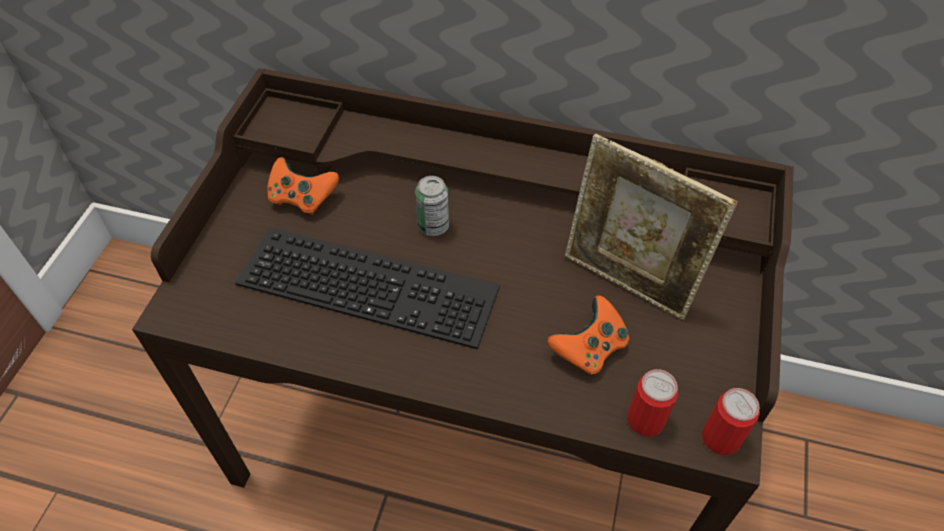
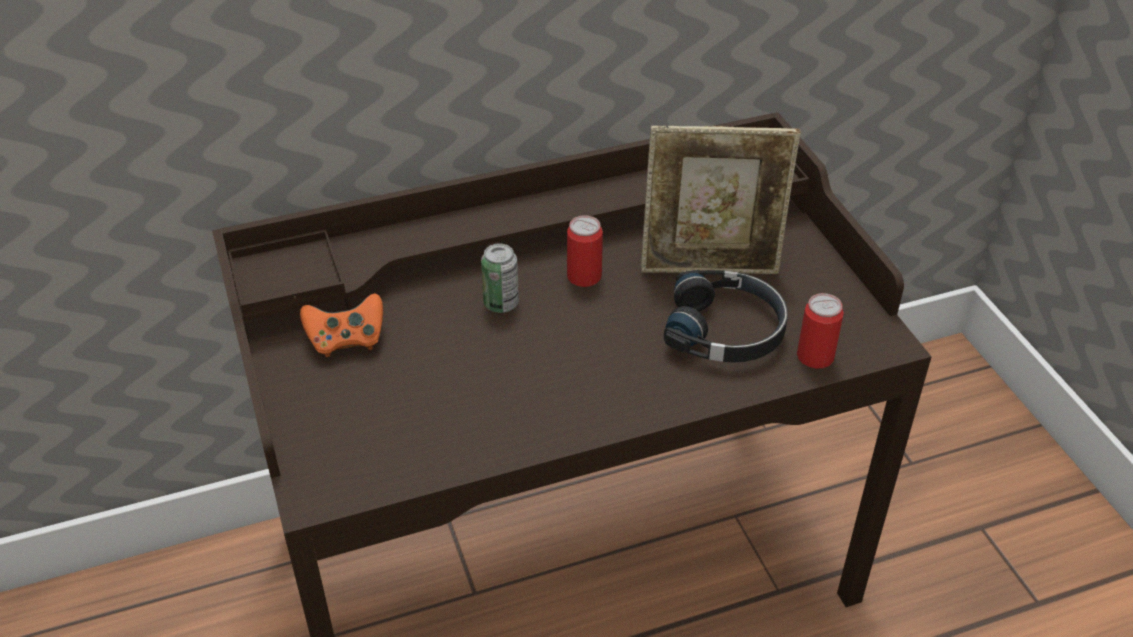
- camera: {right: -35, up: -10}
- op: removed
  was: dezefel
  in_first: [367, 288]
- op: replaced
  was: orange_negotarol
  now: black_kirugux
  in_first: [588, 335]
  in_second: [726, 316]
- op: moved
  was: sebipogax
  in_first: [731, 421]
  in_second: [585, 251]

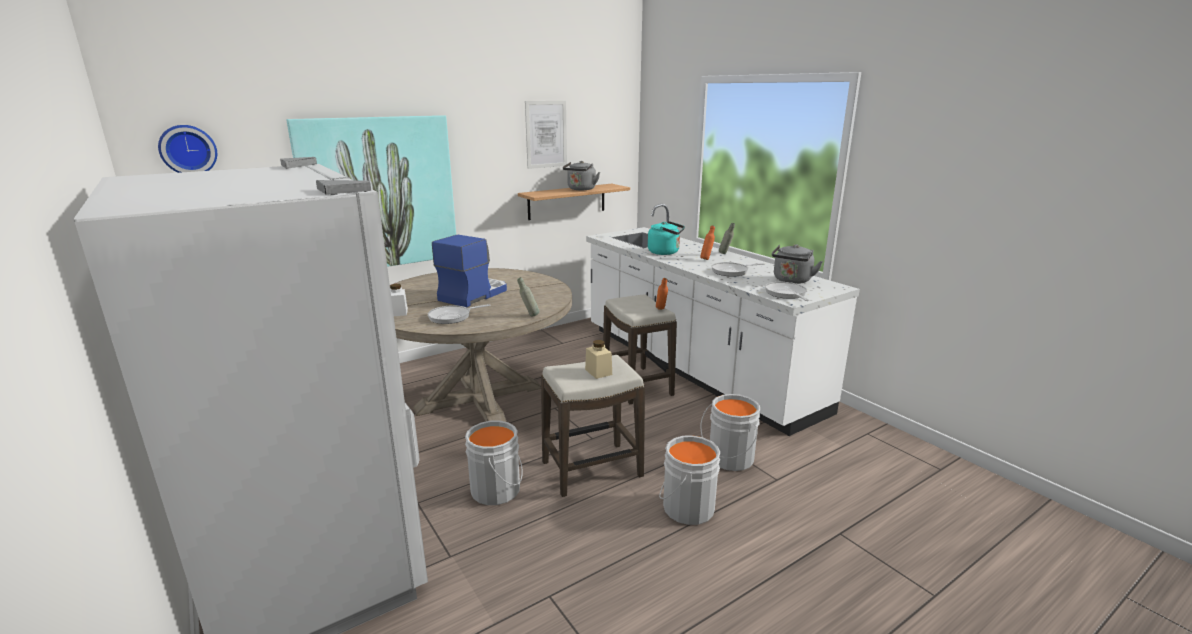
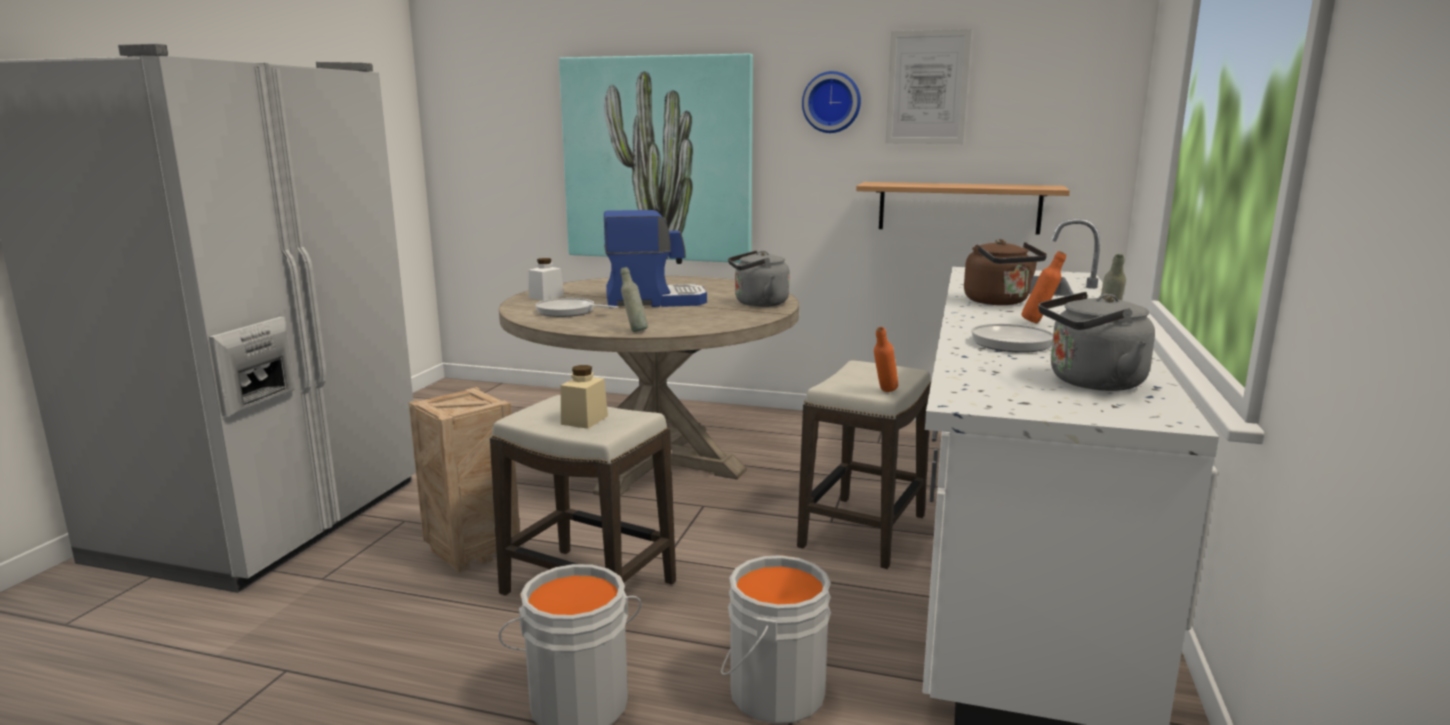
- camera: {right: 50, up: -5}
- op: moved
  was: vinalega
  in_first: [187, 149]
  in_second: [831, 102]
- op: moved
  was: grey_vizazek
  in_first: [581, 175]
  in_second: [759, 278]
- op: recoloured
  was: turquoise_vizazek
  now: brown_vizazek
  in_first: [666, 238]
  in_second: [1005, 272]
- op: removed
  was: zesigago
  in_first: [787, 291]
- op: replaced
  was: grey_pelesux
  now: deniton
  in_first: [494, 462]
  in_second: [464, 480]

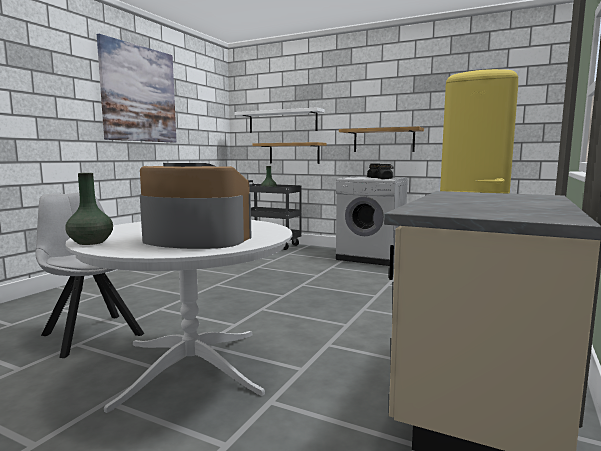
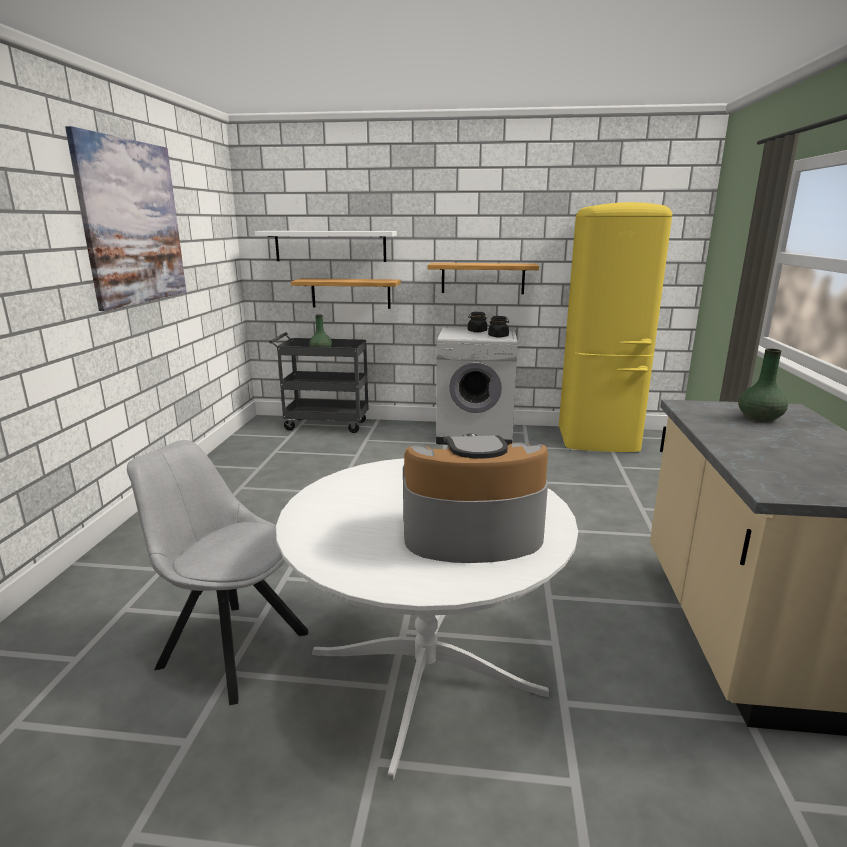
- camera: {right: -20, up: 10}
- op: moved
  was: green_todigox
  in_first: [89, 209]
  in_second: [763, 385]

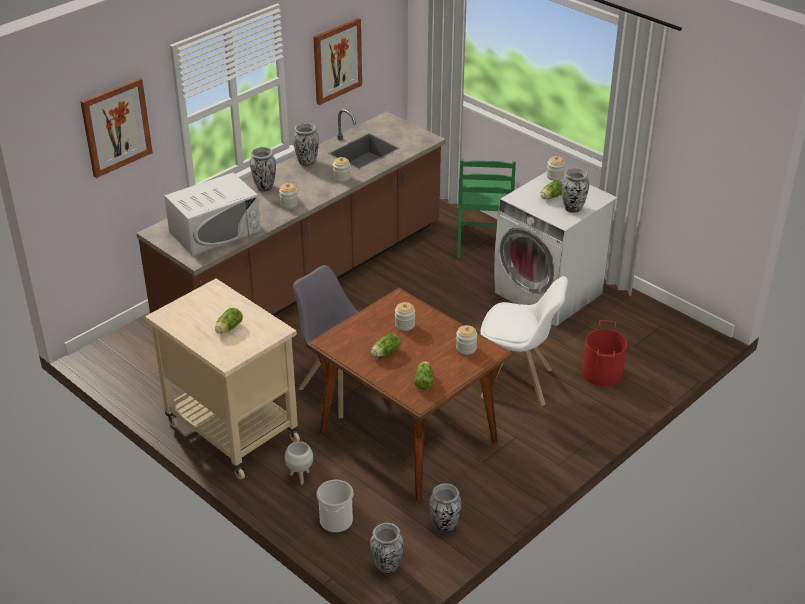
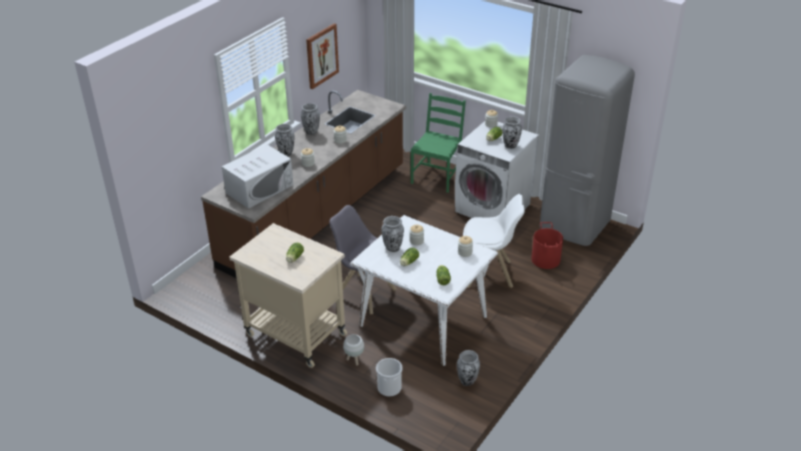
- camera: {right: -10, up: 0}
- op: removed
  was: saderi
  in_first: [116, 128]
- op: turned
  was: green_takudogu
  in_first: [486, 208]
  in_second: [438, 143]
  clockwise: -150
- op: recoloured
  was: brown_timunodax
  now: white_timunodax
  in_first: [409, 394]
  in_second: [424, 290]
- op: moved
  was: todigox
  in_first: [386, 548]
  in_second: [392, 234]
- op: added
  now: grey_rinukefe
  in_second: [587, 150]

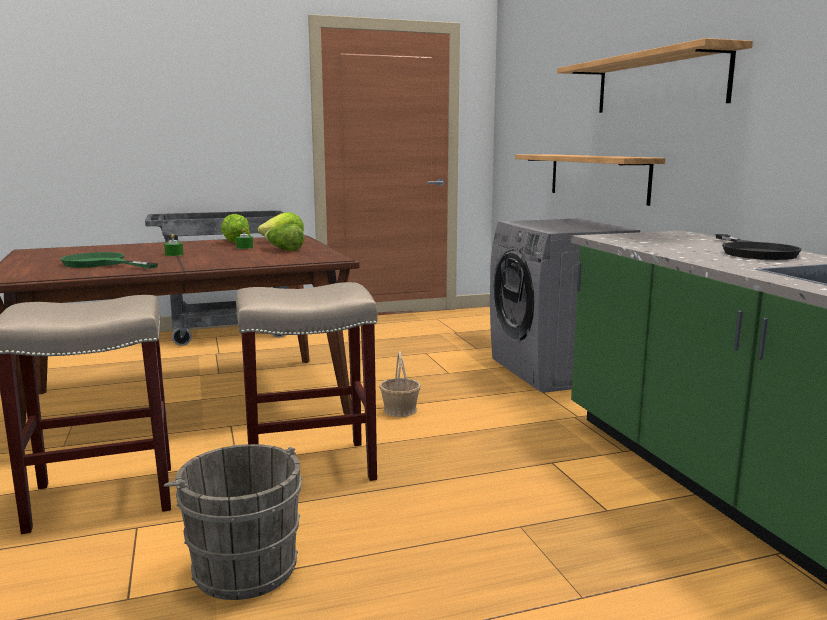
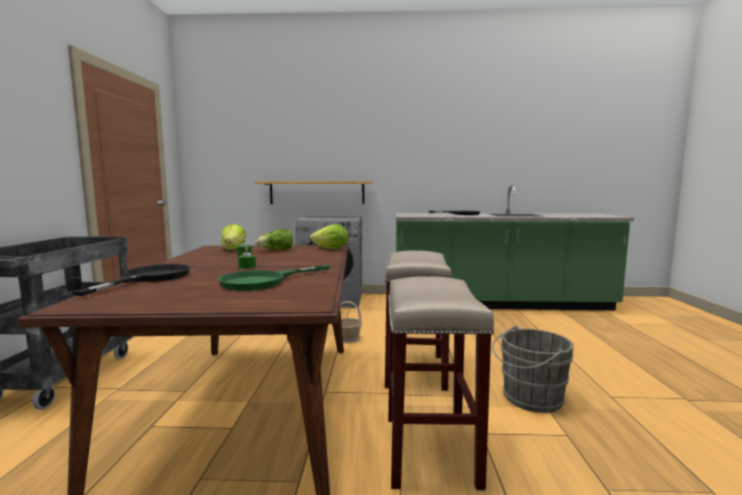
- camera: {right: -70, up: -5}
- op: removed
  was: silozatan
  in_first: [655, 75]
- op: moved
  was: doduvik
  in_first: [235, 228]
  in_second: [329, 236]
- op: added
  now: black_zesigago
  in_second: [131, 280]

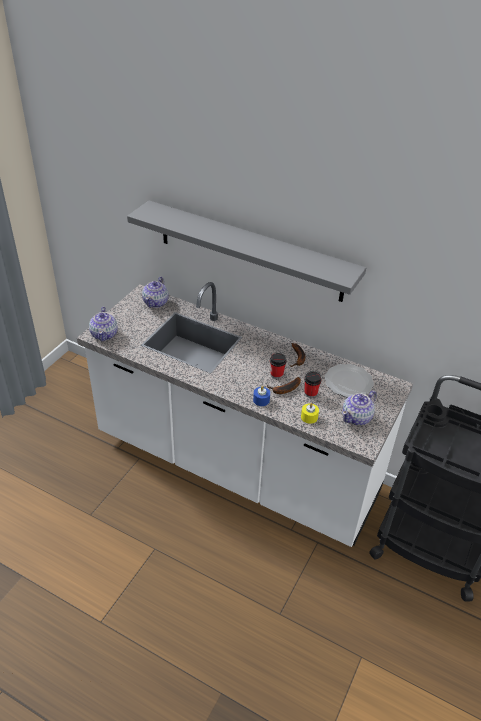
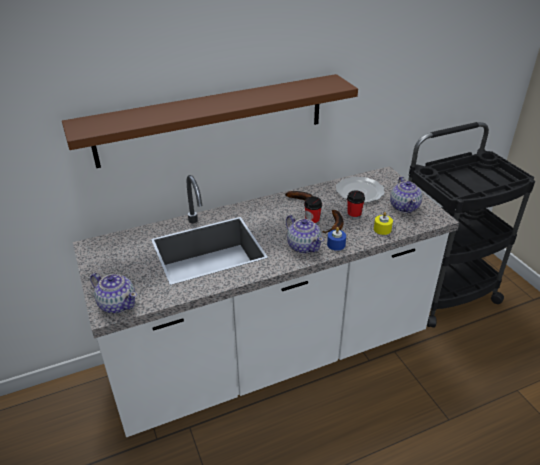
- camera: {right: -50, up: -5}
- op: recoloured
  was: grey_silozatan
  now: brown_silozatan
  in_first: [246, 251]
  in_second: [210, 121]
- op: moved
  was: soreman
  in_first: [155, 292]
  in_second: [305, 234]

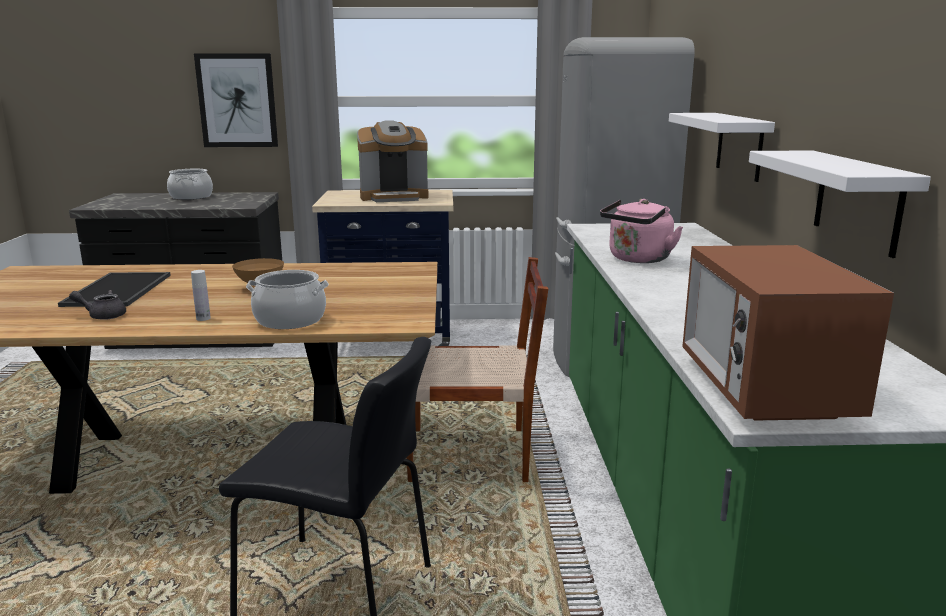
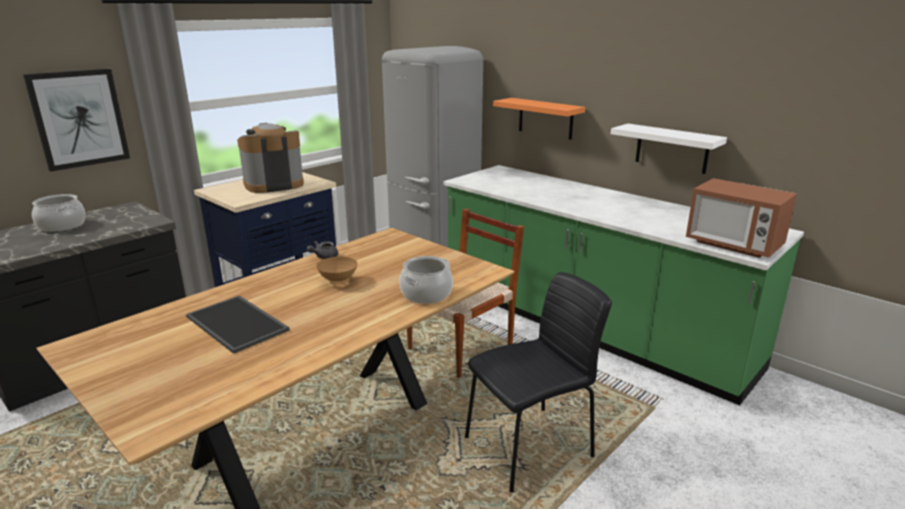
- camera: {right: -45, up: 5}
- op: recoloured
  was: white_silozatan
  now: orange_silozatan
  in_first: [722, 147]
  in_second: [539, 119]
- op: turned
  was: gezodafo
  in_first: [392, 161]
  in_second: [270, 158]
  clockwise: -150
- op: removed
  was: pink_vizazek
  in_first: [641, 231]
- op: removed
  was: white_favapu
  in_first: [201, 295]
- op: moved
  was: grey_soreman
  in_first: [97, 305]
  in_second: [322, 250]

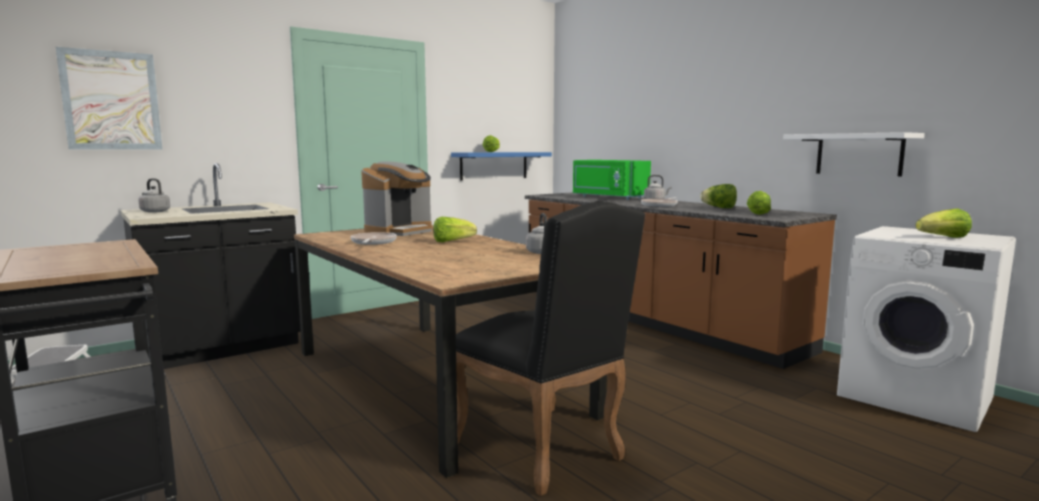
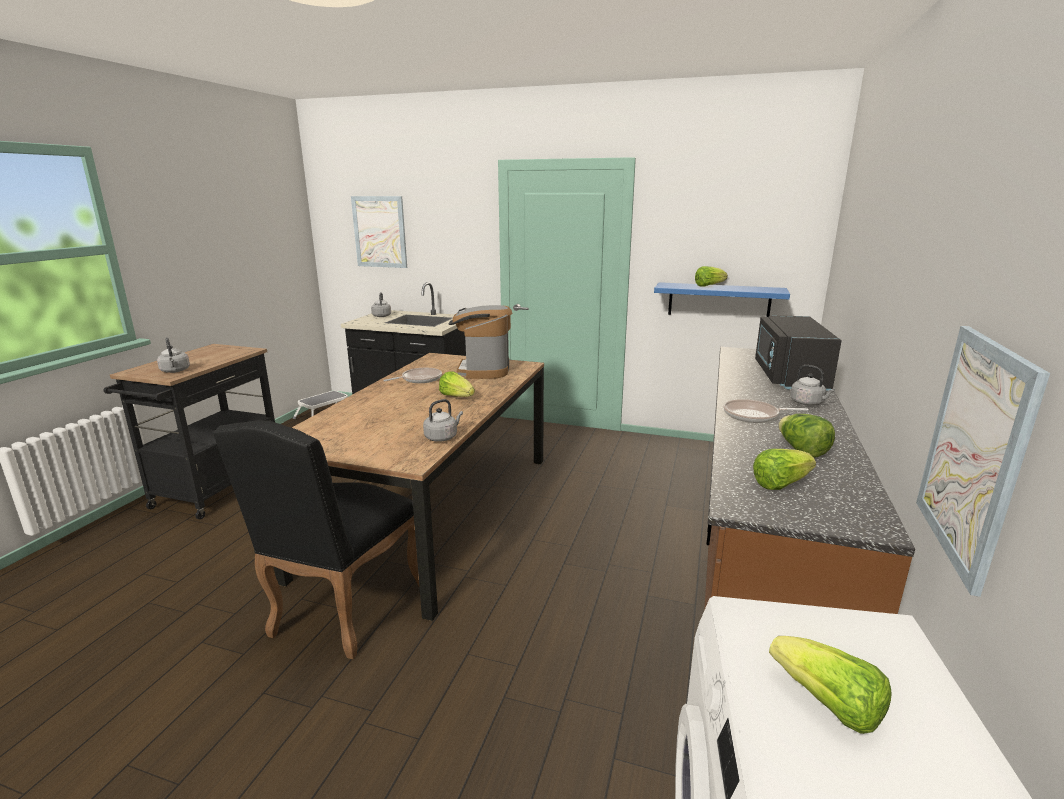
- camera: {right: 55, up: 10}
- op: replaced
  was: white_silozatan
  now: saderi
  in_first: [854, 154]
  in_second: [983, 461]
- op: recoloured
  was: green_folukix
  now: black_folukix
  in_first: [612, 180]
  in_second: [798, 353]
- op: turned
  was: gezodafo
  in_first: [396, 198]
  in_second: [480, 342]
  clockwise: 90
- op: added
  now: grey_vizazek
  in_second: [173, 355]

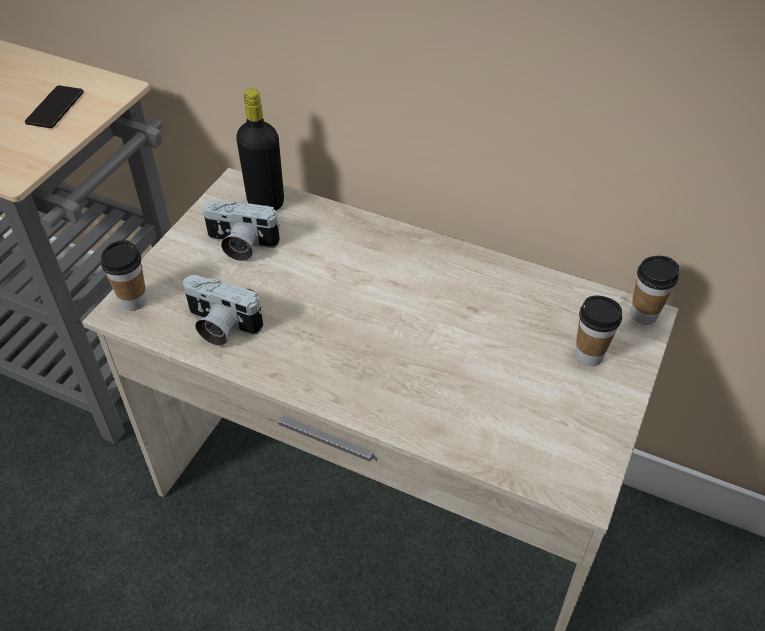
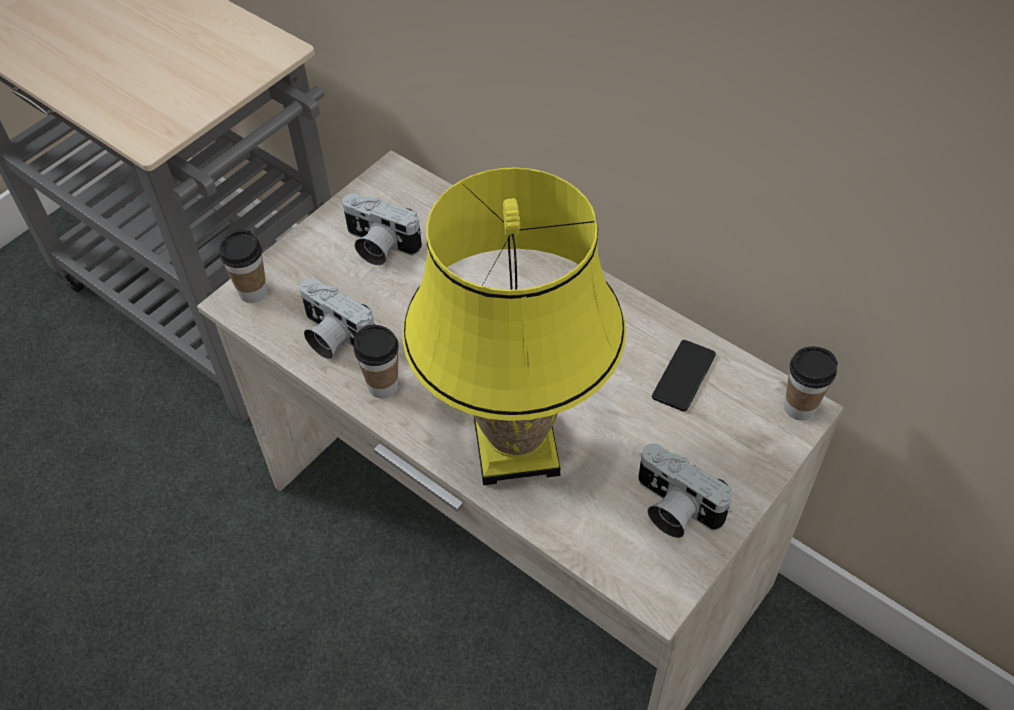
- camera: {right: 15, up: 5}
- op: moved
  was: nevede
  in_first: [54, 106]
  in_second: [684, 376]
- op: removed
  was: black_favapu
  in_first: [260, 150]
- op: moved
  was: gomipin
  in_first: [598, 331]
  in_second: [376, 361]
- op: added
  now: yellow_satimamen
  in_second: [514, 326]
- op: added
  now: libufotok
  in_second: [685, 490]

